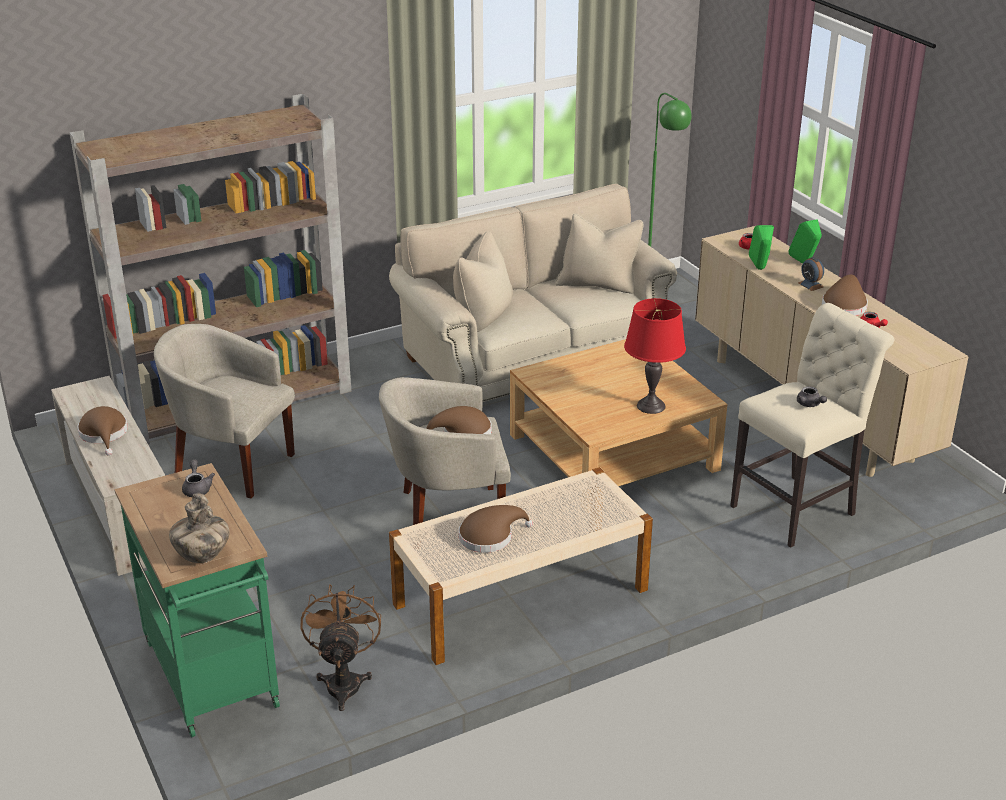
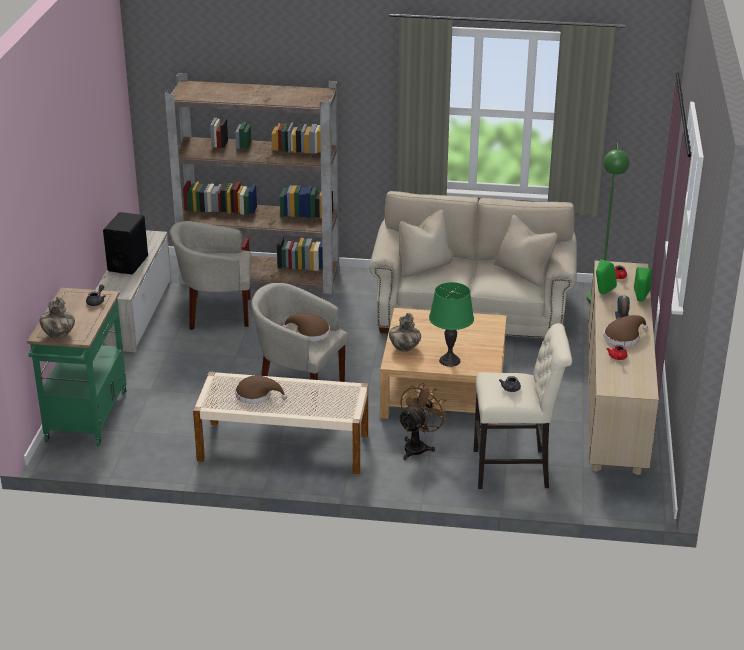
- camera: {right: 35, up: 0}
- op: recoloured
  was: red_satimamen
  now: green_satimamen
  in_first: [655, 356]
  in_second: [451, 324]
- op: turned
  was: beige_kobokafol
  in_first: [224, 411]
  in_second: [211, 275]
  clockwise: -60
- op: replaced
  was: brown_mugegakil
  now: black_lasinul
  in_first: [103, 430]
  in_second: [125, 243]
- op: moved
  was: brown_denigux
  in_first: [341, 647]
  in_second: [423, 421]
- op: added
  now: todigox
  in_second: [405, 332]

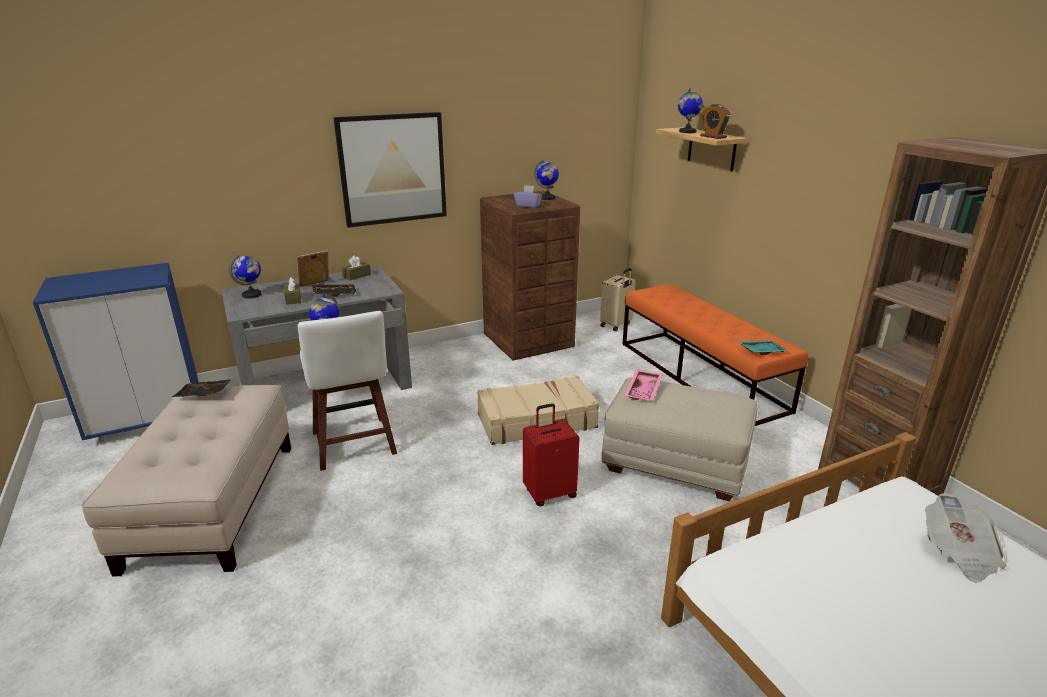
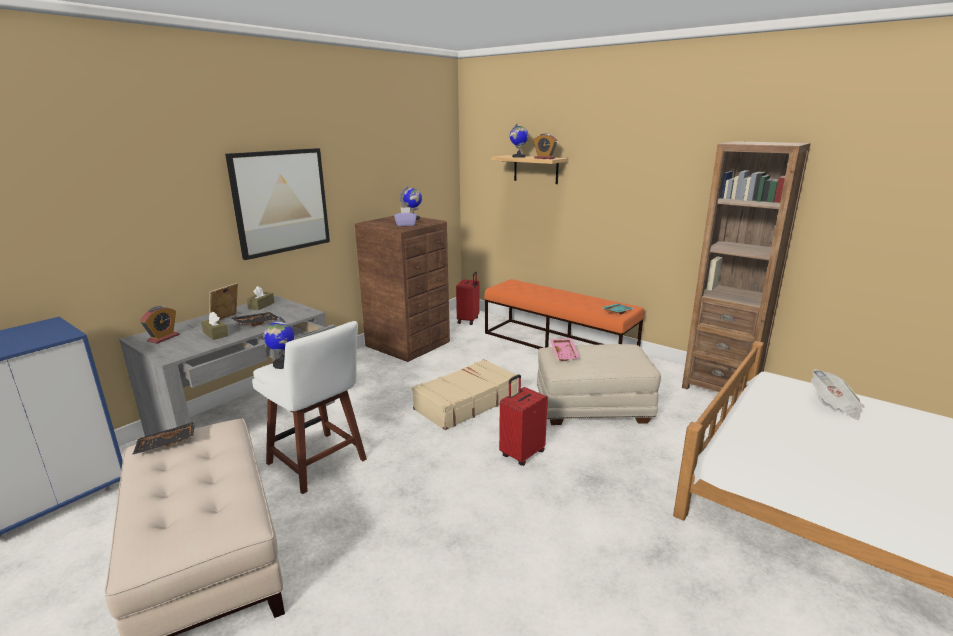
- camera: {right: -25, up: -5}
- op: replaced
  was: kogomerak
  now: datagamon
  in_first: [245, 276]
  in_second: [159, 325]
- op: recoloured
  was: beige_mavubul
  now: red_mavubul
  in_first: [618, 299]
  in_second: [467, 298]

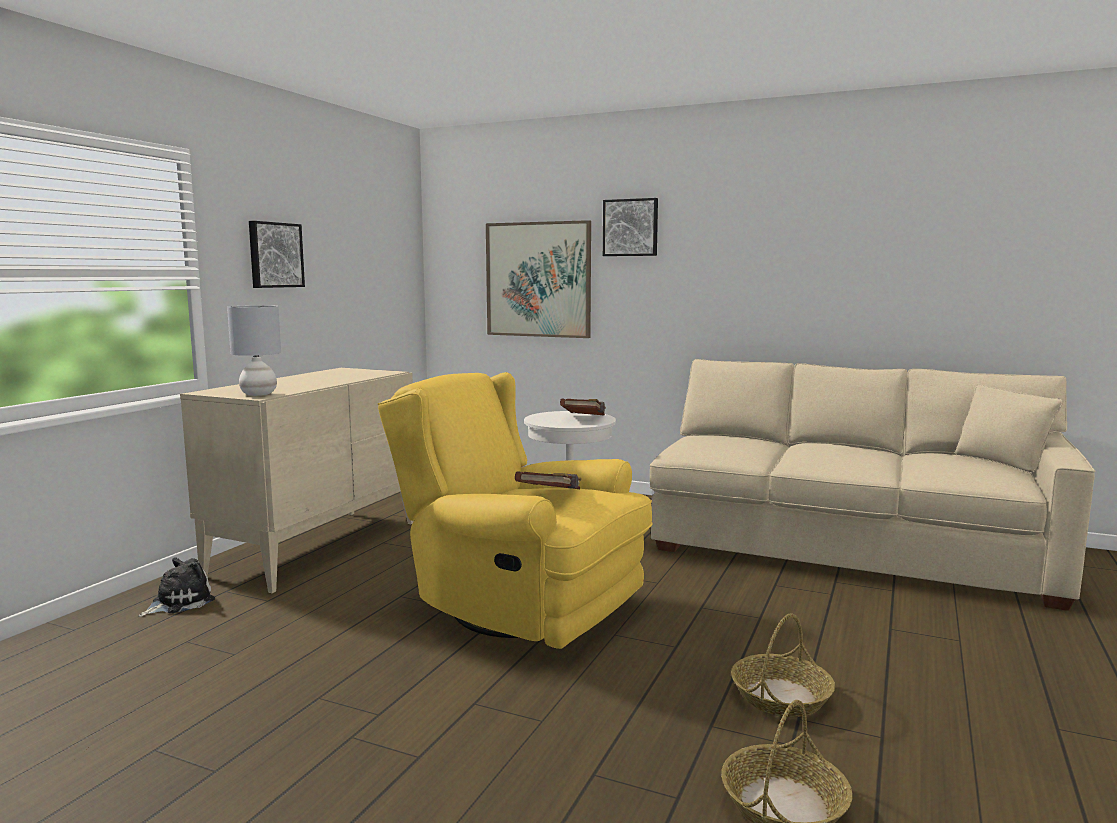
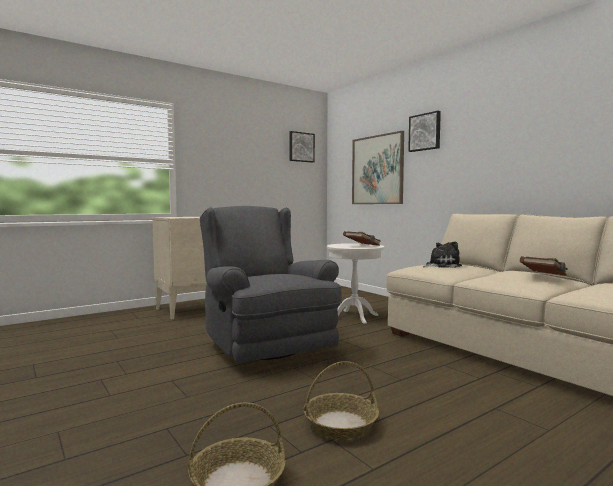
- camera: {right: 30, up: -5}
- op: moved
  was: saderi
  in_first: [277, 254]
  in_second: [302, 147]
- op: removed
  was: grey_satimamen
  in_first: [254, 350]
- op: recoloured
  was: yellow_kobokafol
  now: grey_kobokafol
  in_first: [515, 510]
  in_second: [271, 285]
- op: moved
  was: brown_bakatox
  in_first: [548, 480]
  in_second: [544, 266]
- op: moved
  was: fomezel
  in_first: [177, 587]
  in_second: [442, 254]

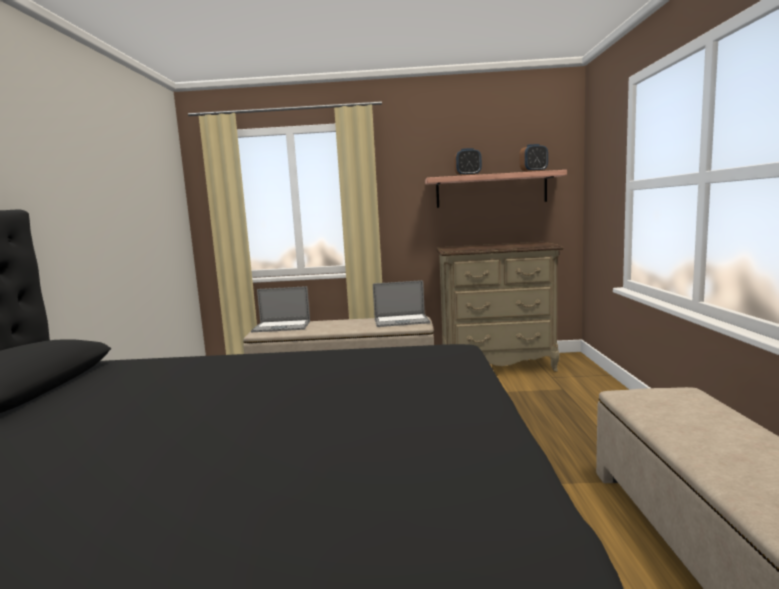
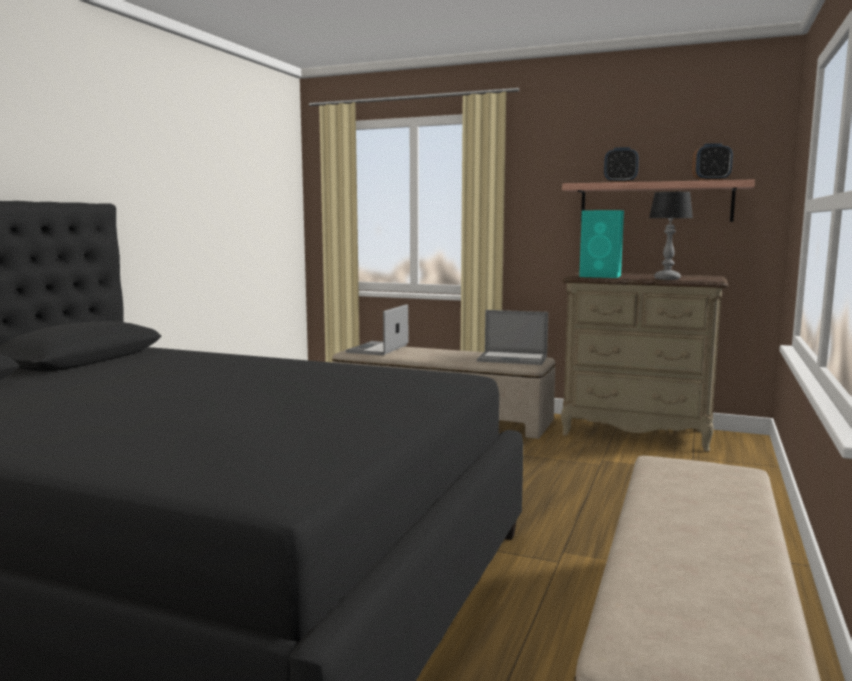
- camera: {right: 20, up: 0}
- op: turned
  was: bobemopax
  in_first: [280, 309]
  in_second: [377, 329]
  clockwise: 90
- op: added
  now: satimamen
  in_second: [671, 236]
- op: added
  now: turquoise_lasinul
  in_second: [601, 244]

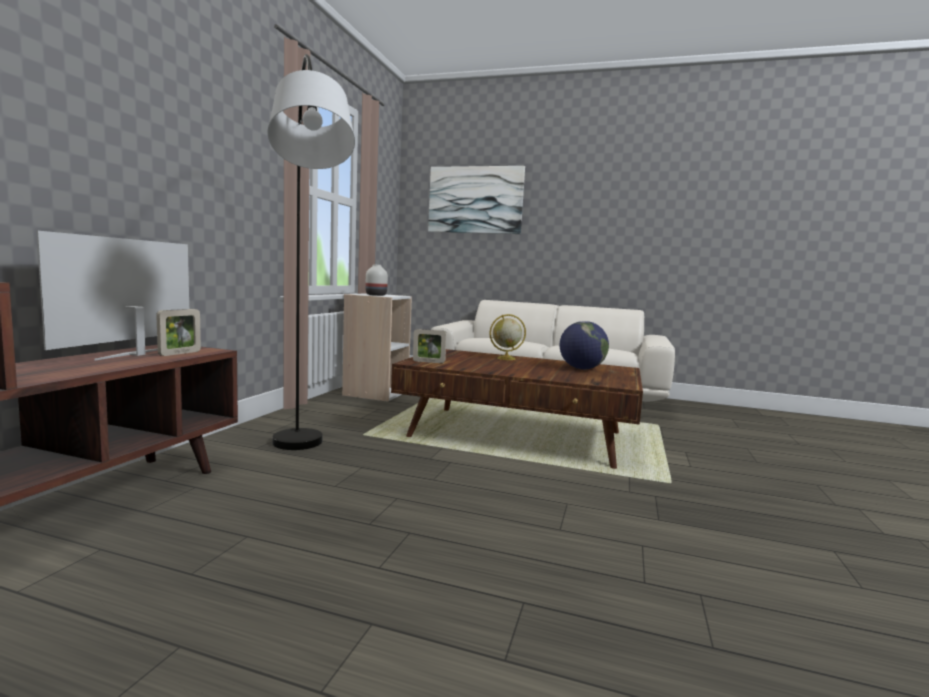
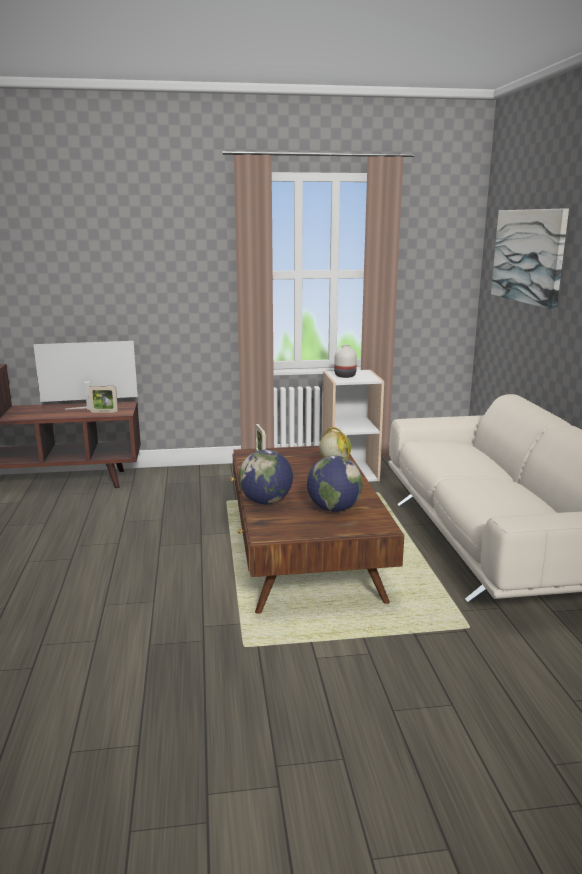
- camera: {right: 65, up: 10}
- op: removed
  was: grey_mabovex
  in_first: [311, 252]
- op: added
  now: kogomerak
  in_second: [266, 477]

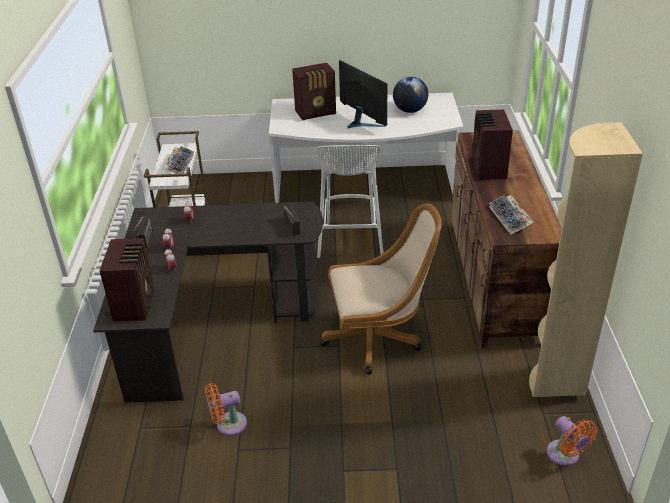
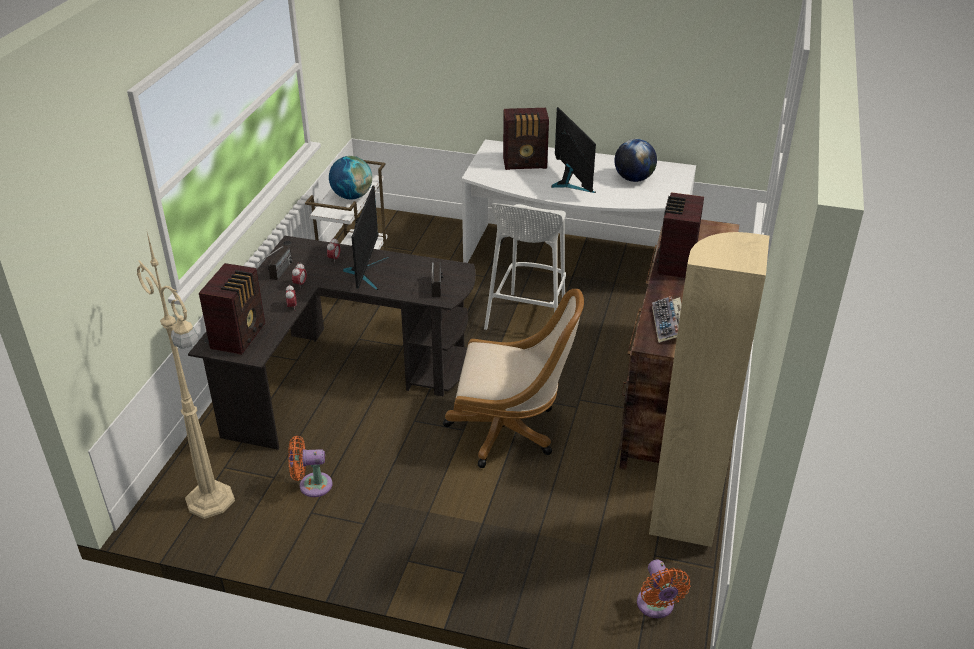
- camera: {right: 15, up: 0}
- op: replaced
  was: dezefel
  now: kogomerak
  in_first: [178, 160]
  in_second: [350, 177]
- op: added
  now: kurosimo
  in_second: [366, 238]
- op: added
  now: beige_mabovex
  in_second: [186, 374]

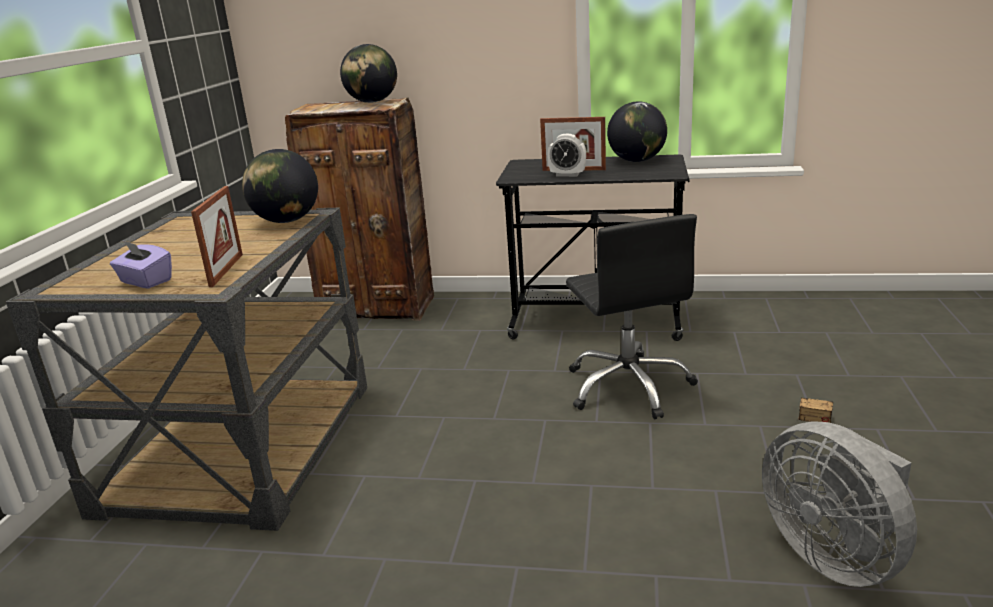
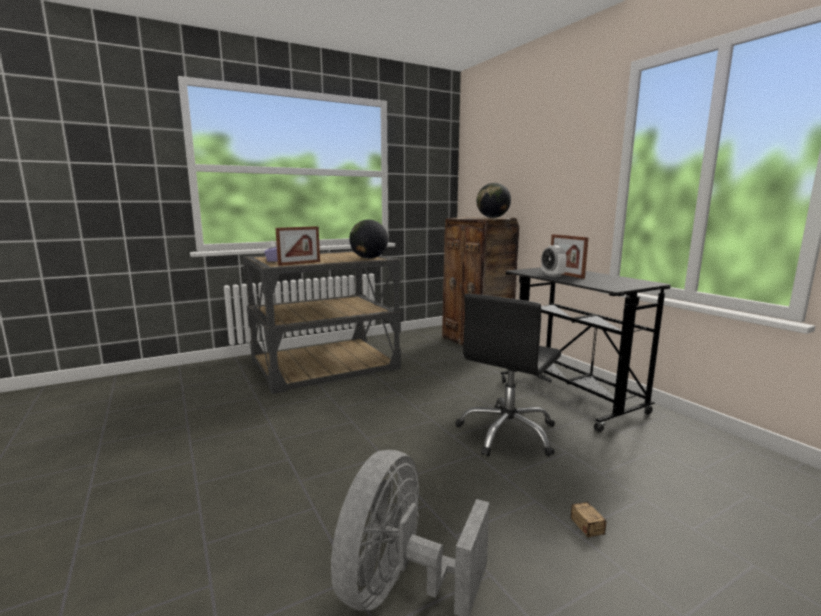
- camera: {right: 50, up: -10}
- op: removed
  was: kogomerak
  in_first: [637, 131]

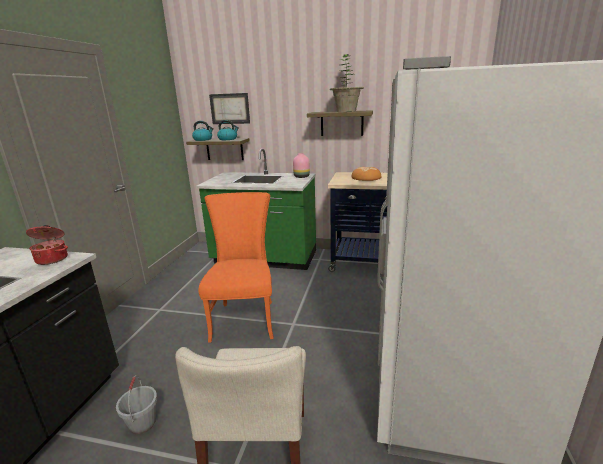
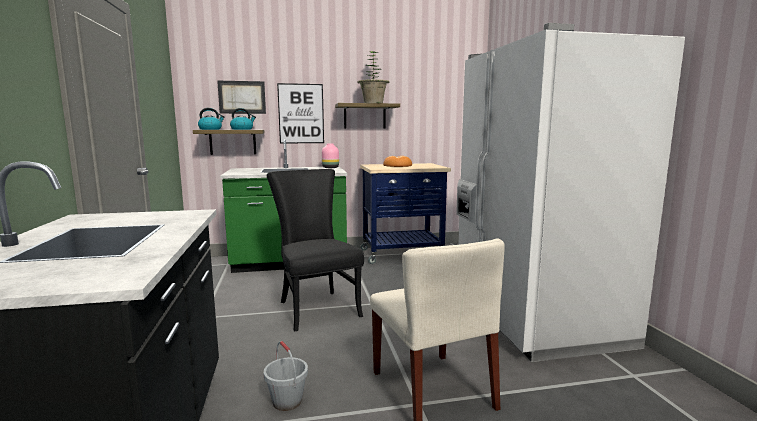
- camera: {right: -25, up: -10}
- op: recoloured
  was: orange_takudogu
  now: black_takudogu
  in_first: [236, 267]
  in_second: [315, 250]
- op: removed
  was: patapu
  in_first: [47, 245]
- op: added
  now: saderi
  in_second: [300, 113]

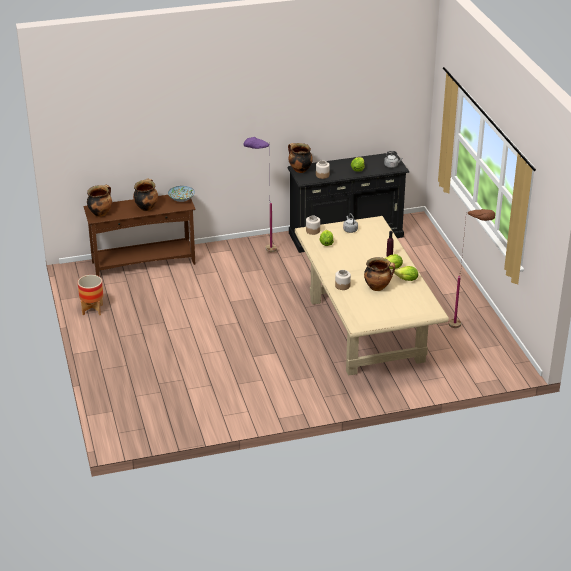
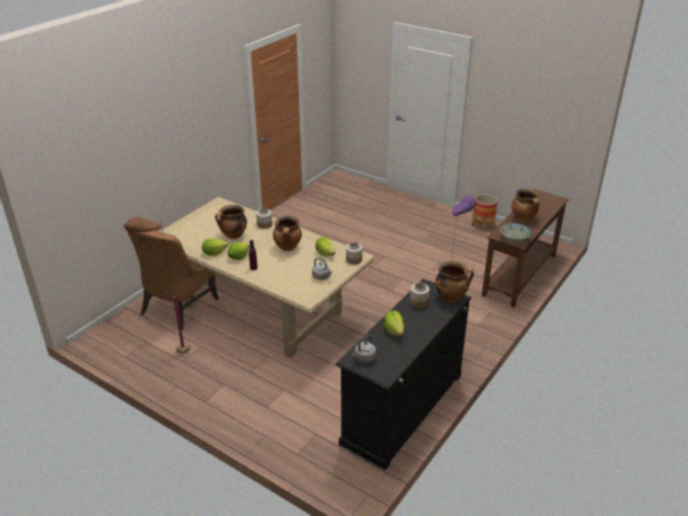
- camera: {right: 140, up: 0}
- op: moved
  was: patapu
  in_first: [99, 201]
  in_second: [287, 233]
- op: added
  now: brown_takudogu
  in_second: [171, 276]

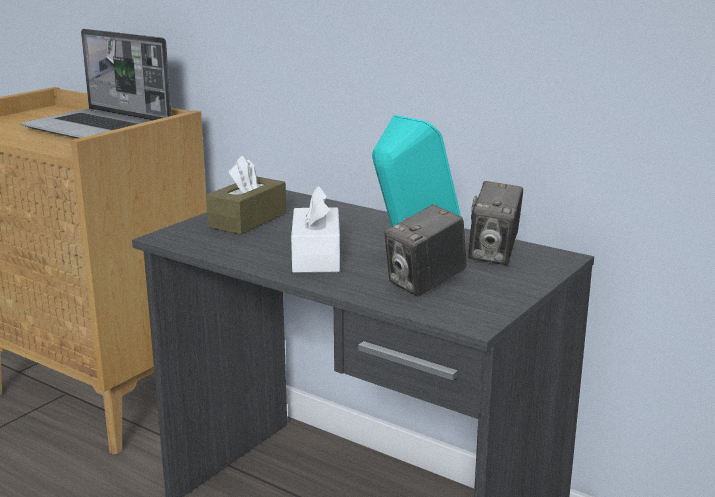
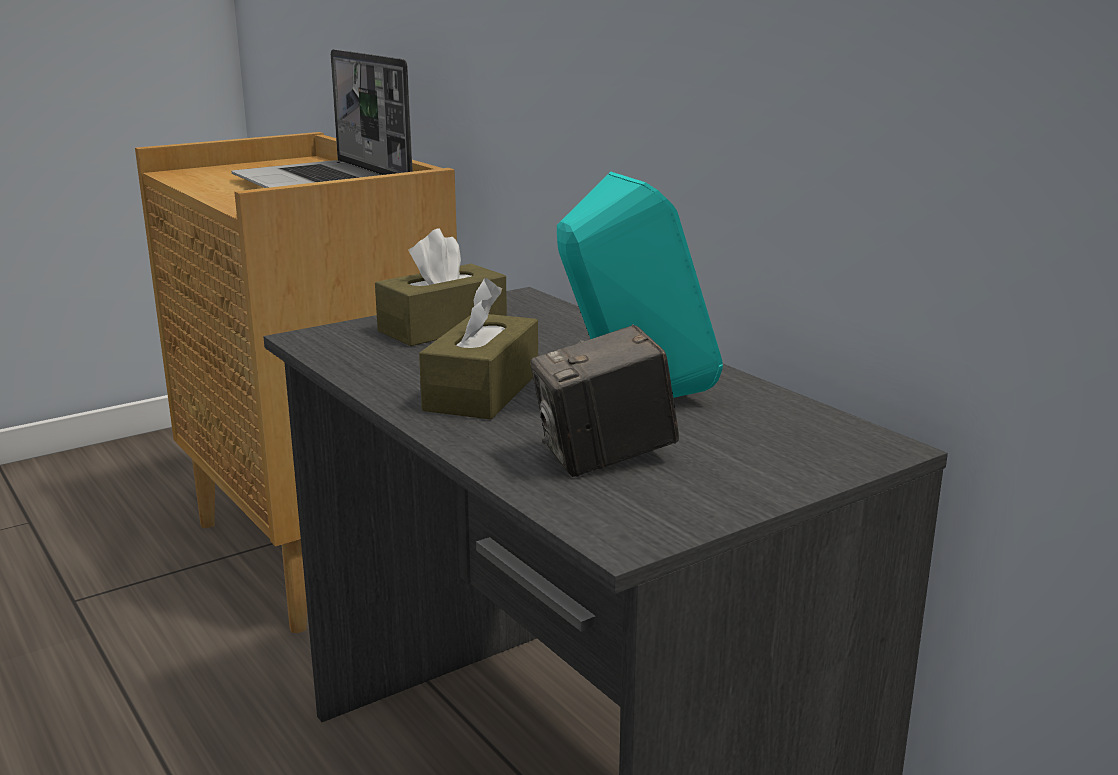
- camera: {right: 20, up: 0}
- op: removed
  was: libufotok
  in_first: [495, 223]
- op: recoloured
  was: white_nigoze
  now: brown_nigoze
  in_first: [315, 229]
  in_second: [478, 349]

